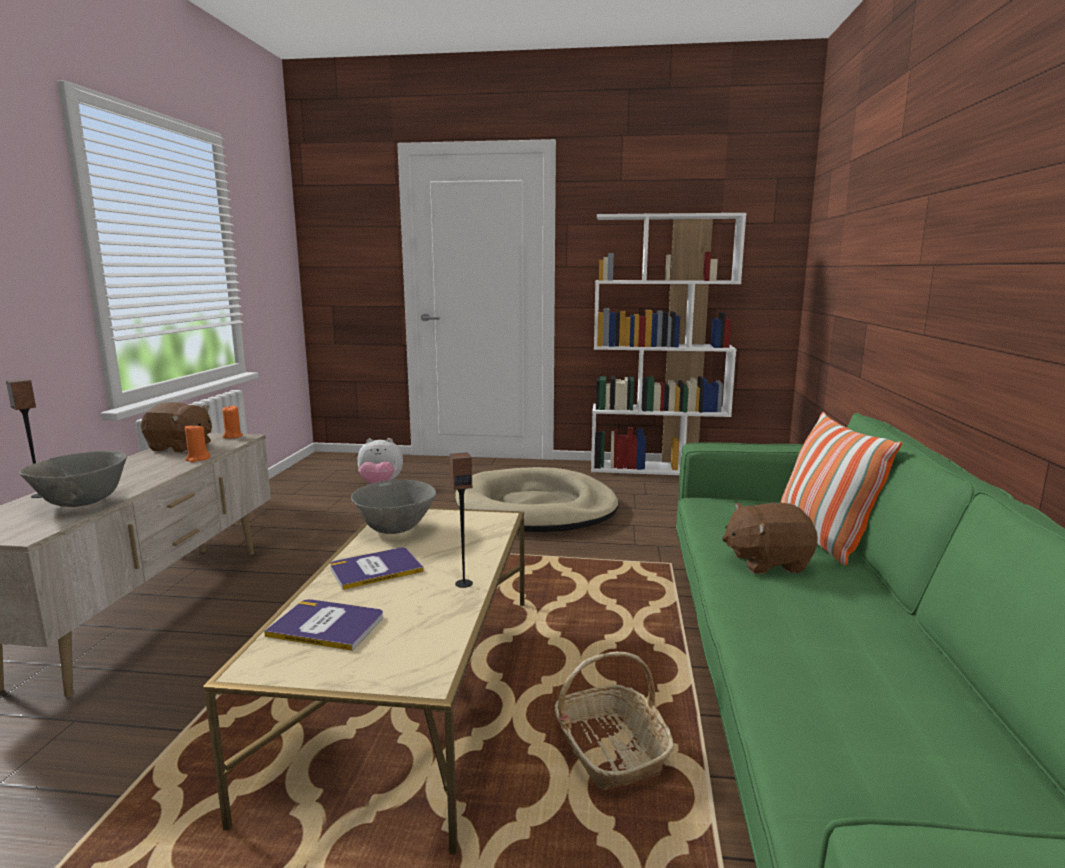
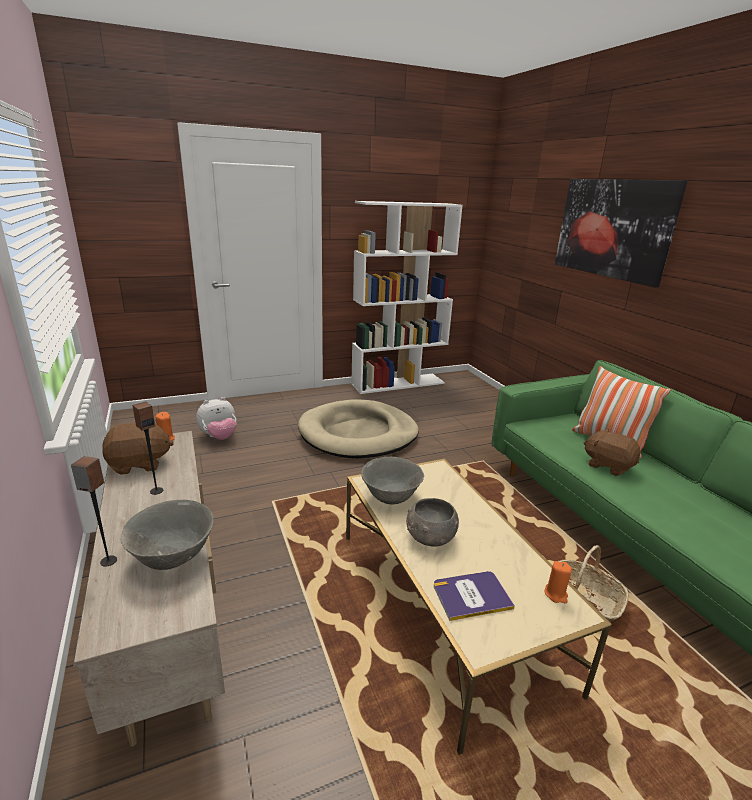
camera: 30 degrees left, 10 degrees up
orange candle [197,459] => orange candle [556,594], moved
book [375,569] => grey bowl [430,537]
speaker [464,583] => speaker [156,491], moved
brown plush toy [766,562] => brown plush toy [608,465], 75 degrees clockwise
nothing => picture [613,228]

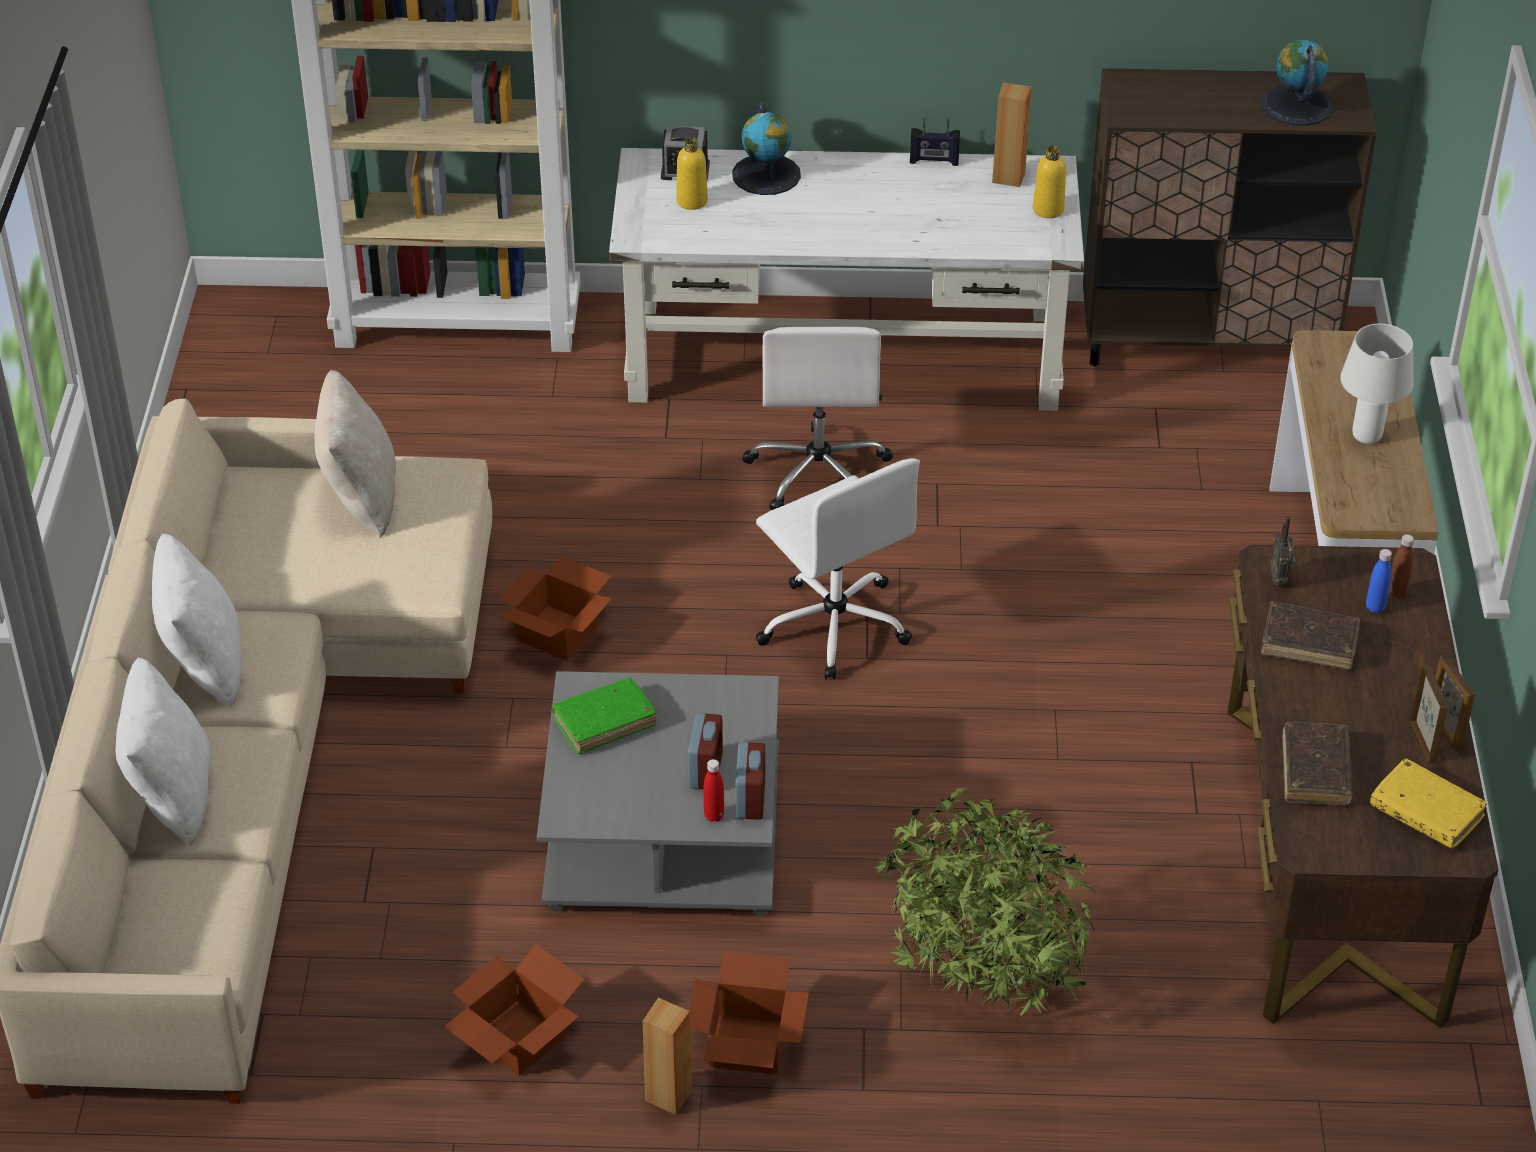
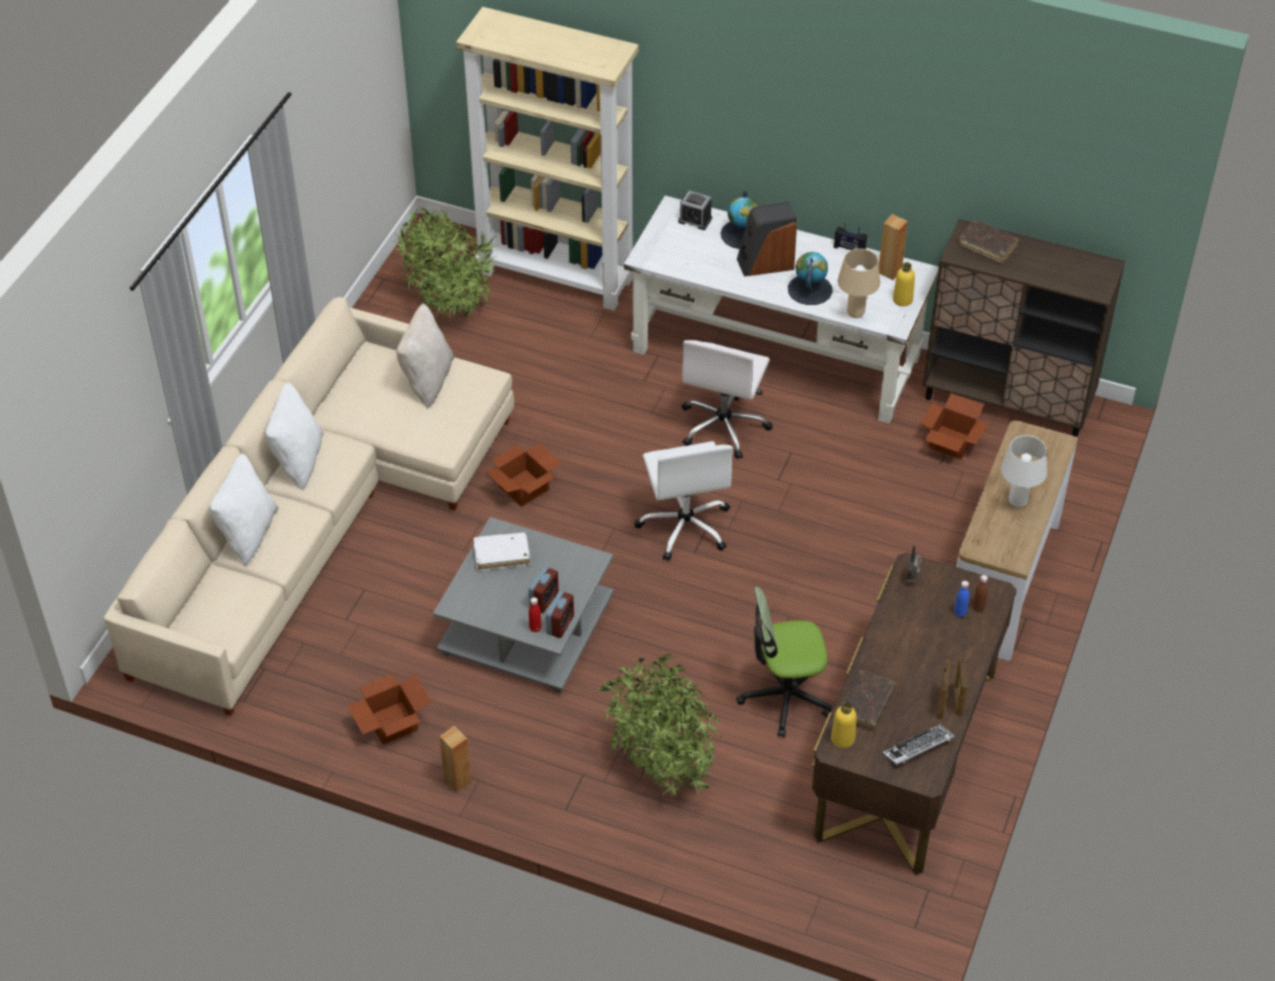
camera: 20 degrees right, 5 degrees up
green book [604,722] => white book [501,555]
yellow bottle [692,201] => yellow bottle [842,739], moved
cardboard box [745,1046] => cardboard box [950,443], moved
globe [1296,105] => globe [809,289], moved
brown book [1309,643] => brown book [987,246], moved
yellow book [1426,812] => keyboard [918,748]
nothing => potted plant [449,308]
nothing => office chair [785,697]
nothing => speaker [765,263]
nothing => beige table lamp [856,313]

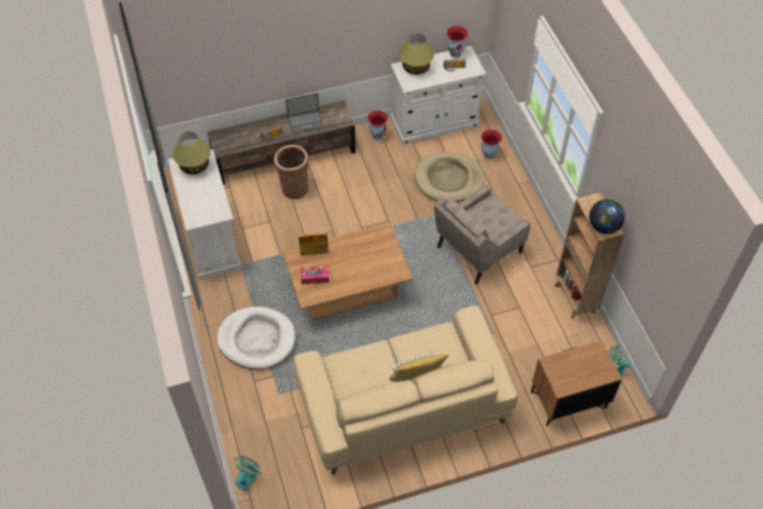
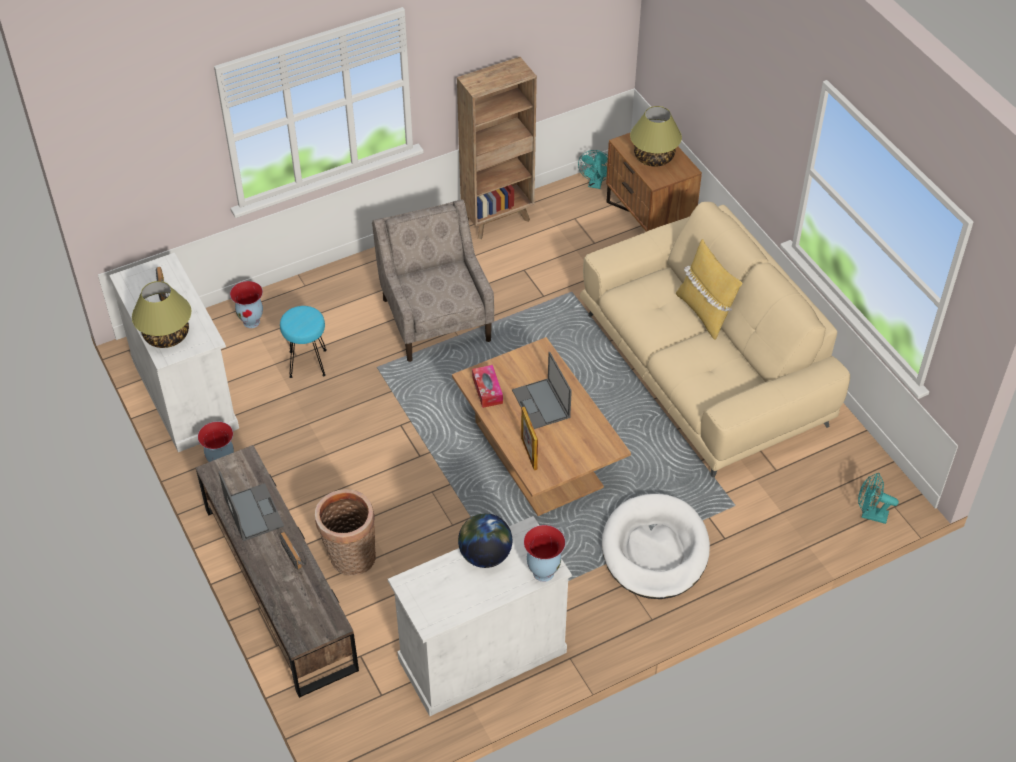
camera: 100 degrees left, 5 degrees down
table lamp [194,166] => table lamp [654,157], moved
tissue box [315,277] => tissue box [487,390], moved
beige dog bed [449,180] => turquoise stool [308,363]
beige armchair [478,250] => beige armchair [436,318], 150 degrees counterclockwise
vase [455,54] => vase [543,572], moved
globe [604,226] => globe [485,555], moved
nothing => laptop [541,404]

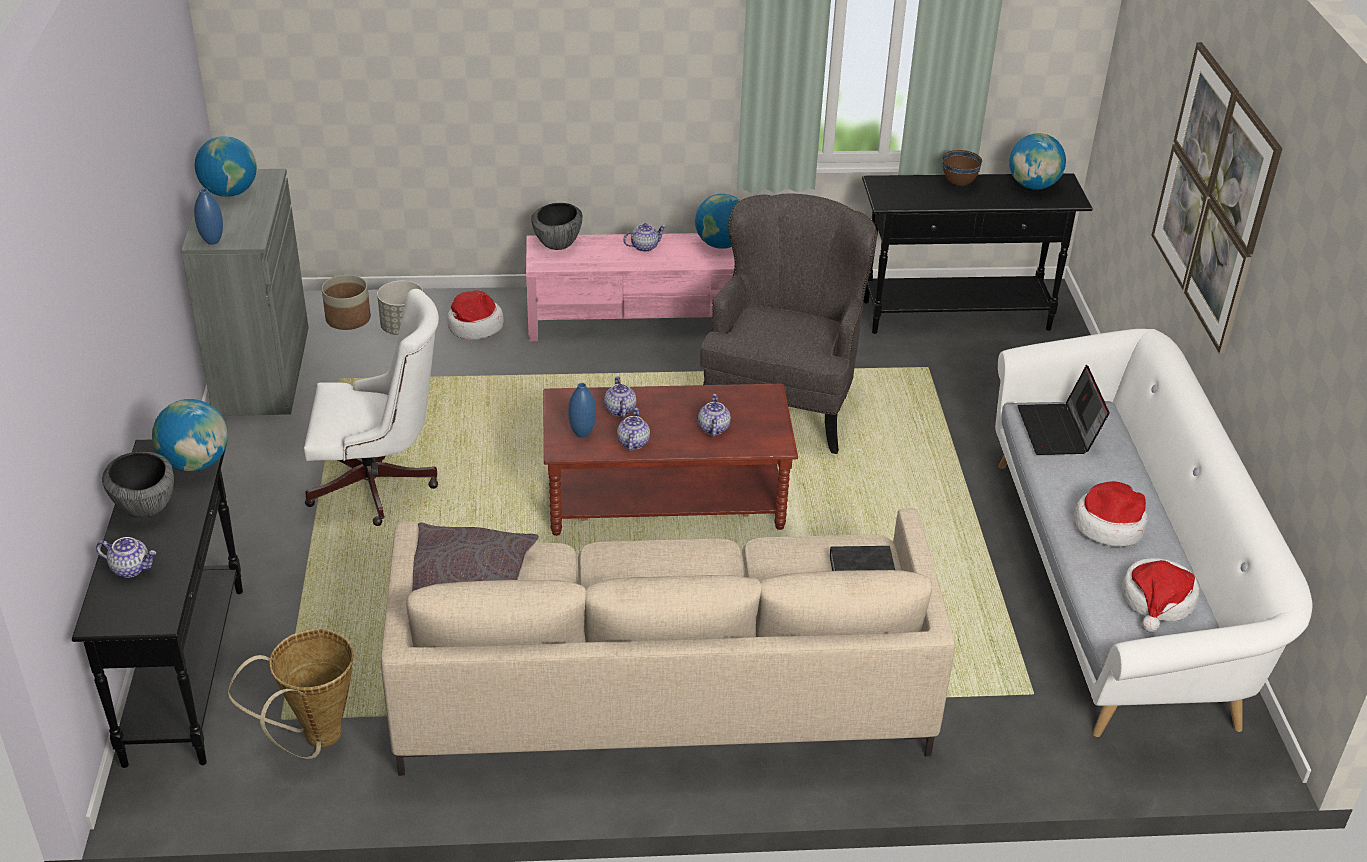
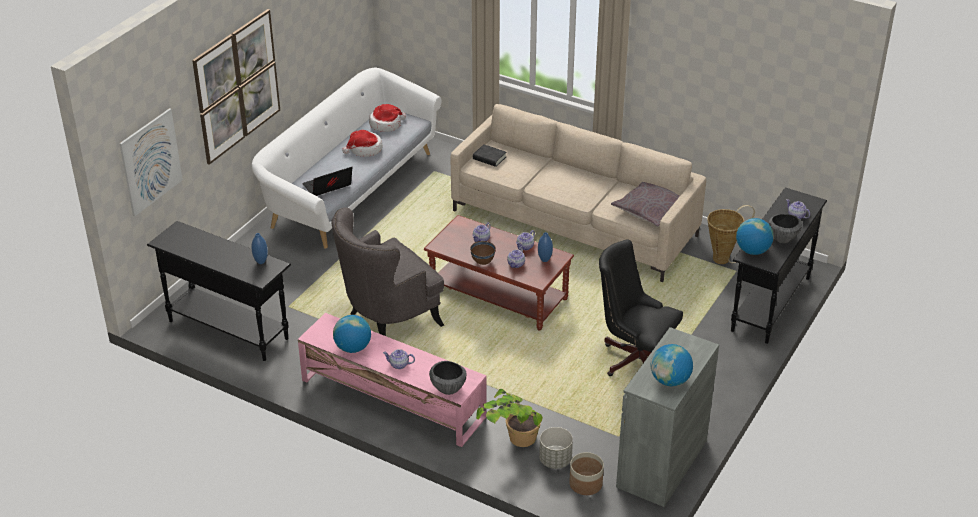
camera: 145 degrees left, 0 degrees up
blue vase [212,241] => blue vase [261,261], moved
white office chair [380,485] => black office chair [634,358]
hat [474,326] => potted plant [510,443]
brown bowl [959,183] => brown bowl [482,262], moved
globe [1033,186] => nothing
laptop [1059,431] => laptop [327,187], 150 degrees counterclockwise
nothing => picture [151,162]

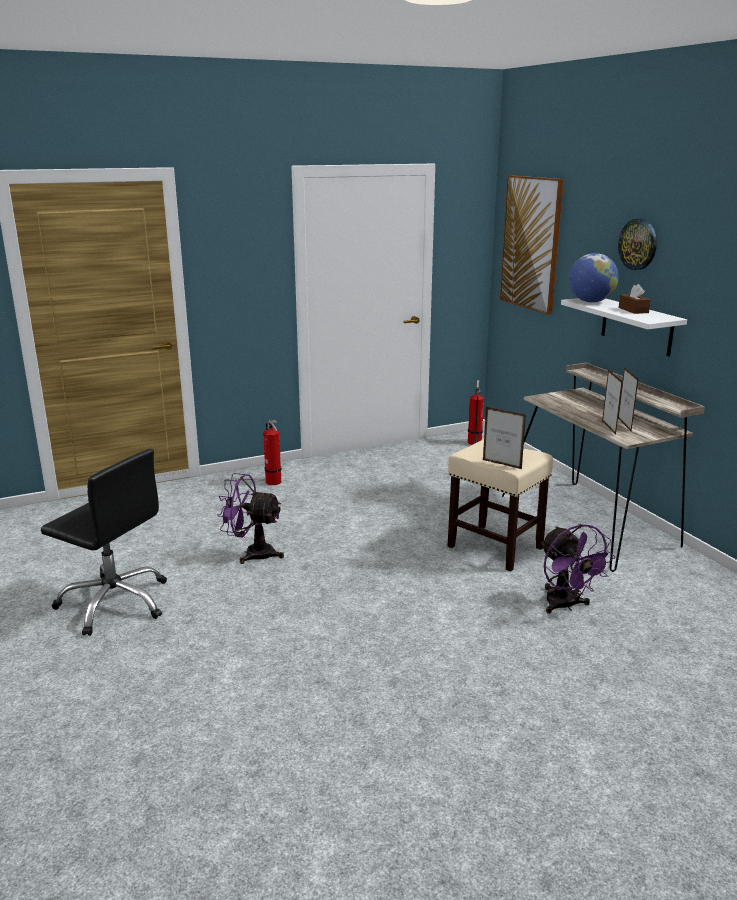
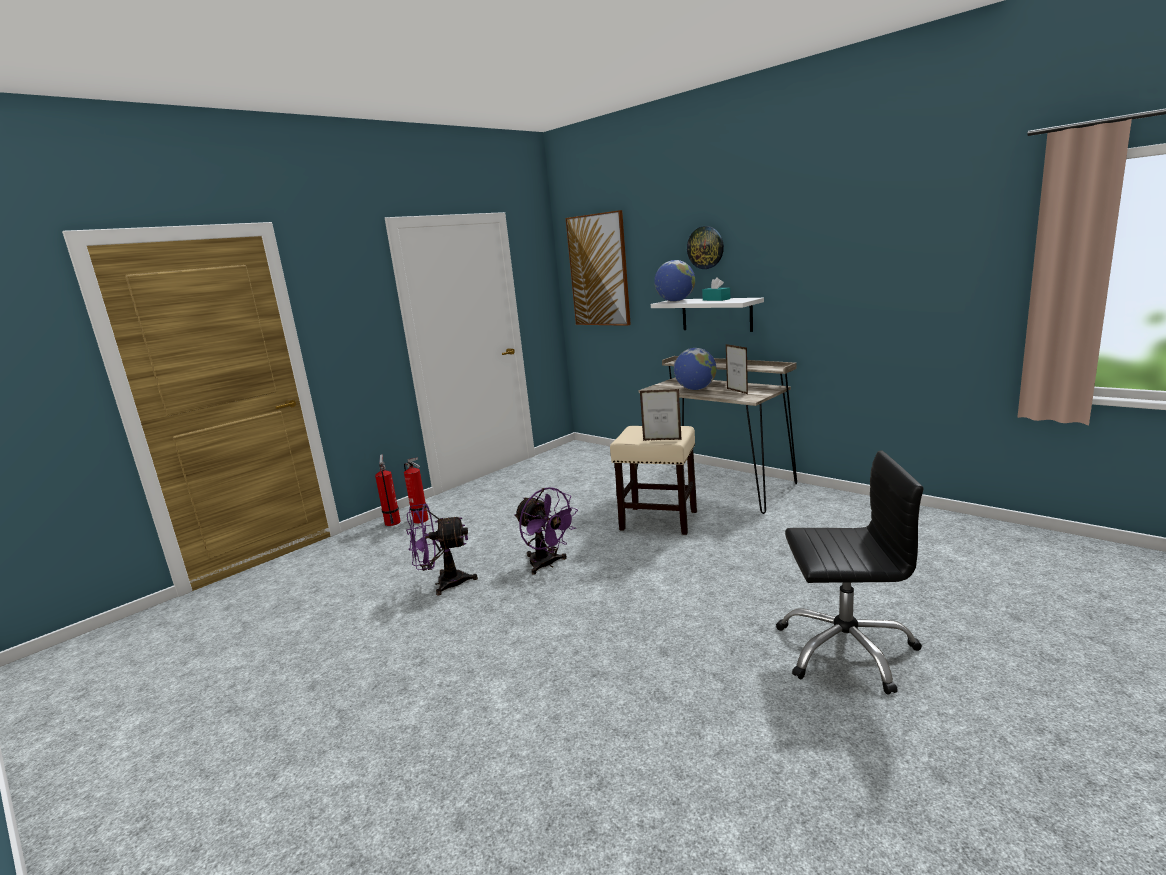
camera: 20 degrees left, 5 degrees down
black office chair [115,602] => black office chair [845,649], moved
fire extinguisher [474,442] => fire extinguisher [392,521], moved
purple fan [565,606] => purple fan [547,565], moved
picture frame [608,427] => nothing
brown tissue box [633,310] => turquoise tissue box [716,299]
nothing => globe [695,389]

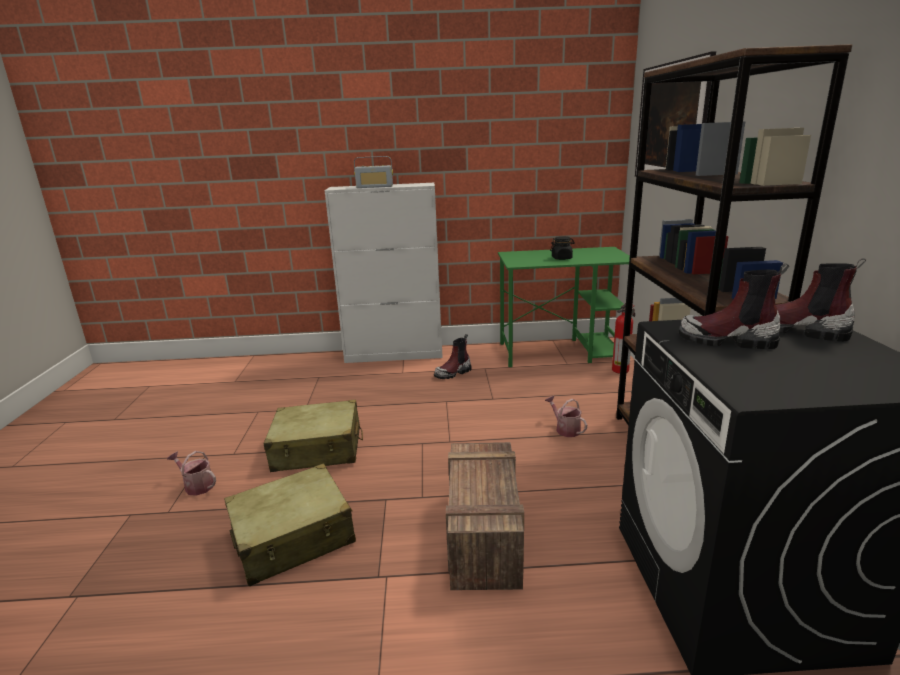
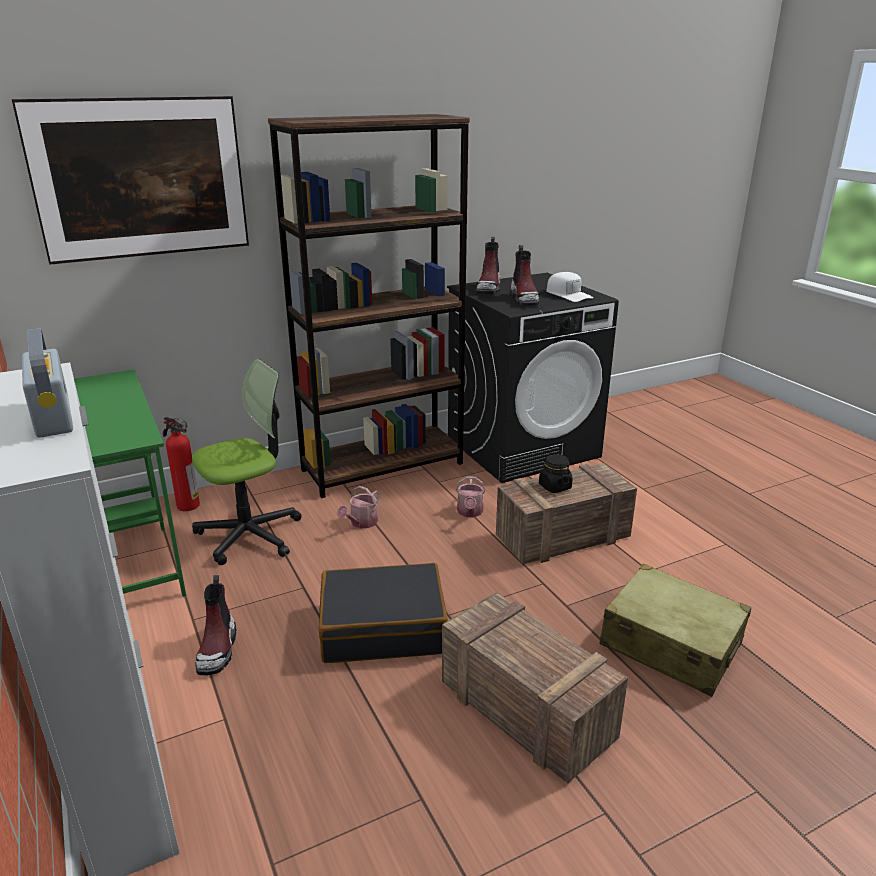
camera: 115 degrees left, 5 degrees up
watering can [196,486] => watering can [470,512], moved
beige suitcase [317,449] => crate [524,709]
boot [453,373] => boot [217,649], 60 degrees clockwise
black jar [562,258] => black jar [554,486], moved
nothing => office chair [249,535]
nothing => black suitcase [383,627]
nothing => white cap [568,295]

